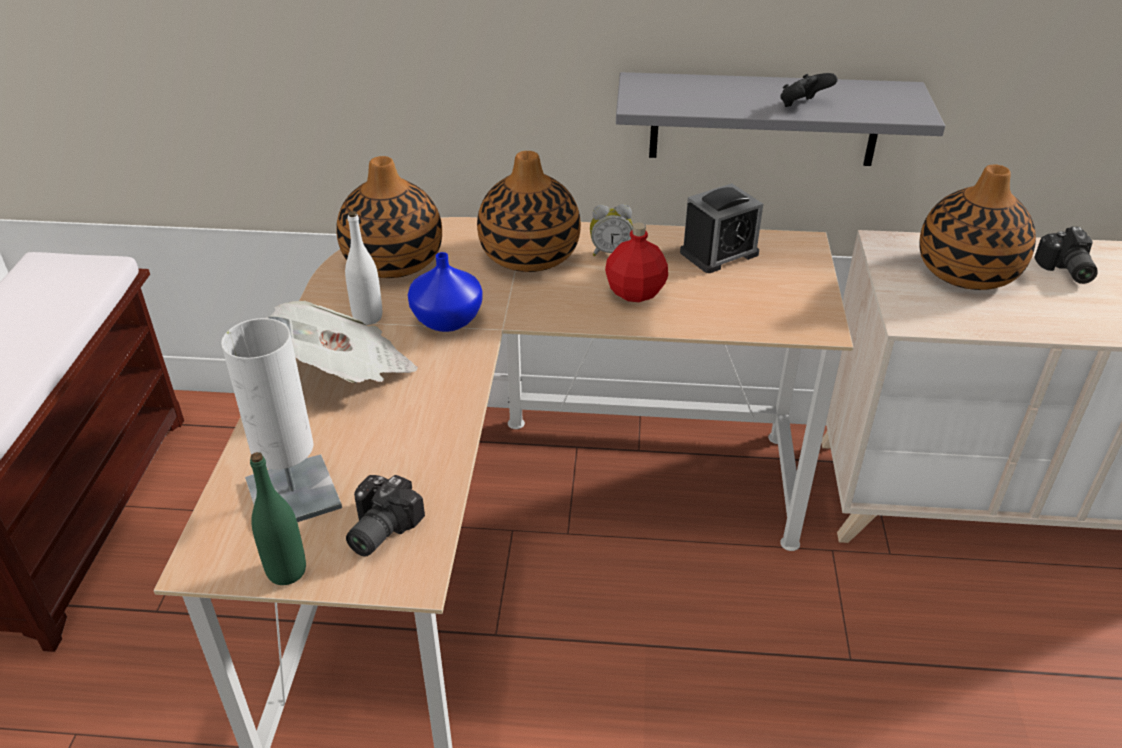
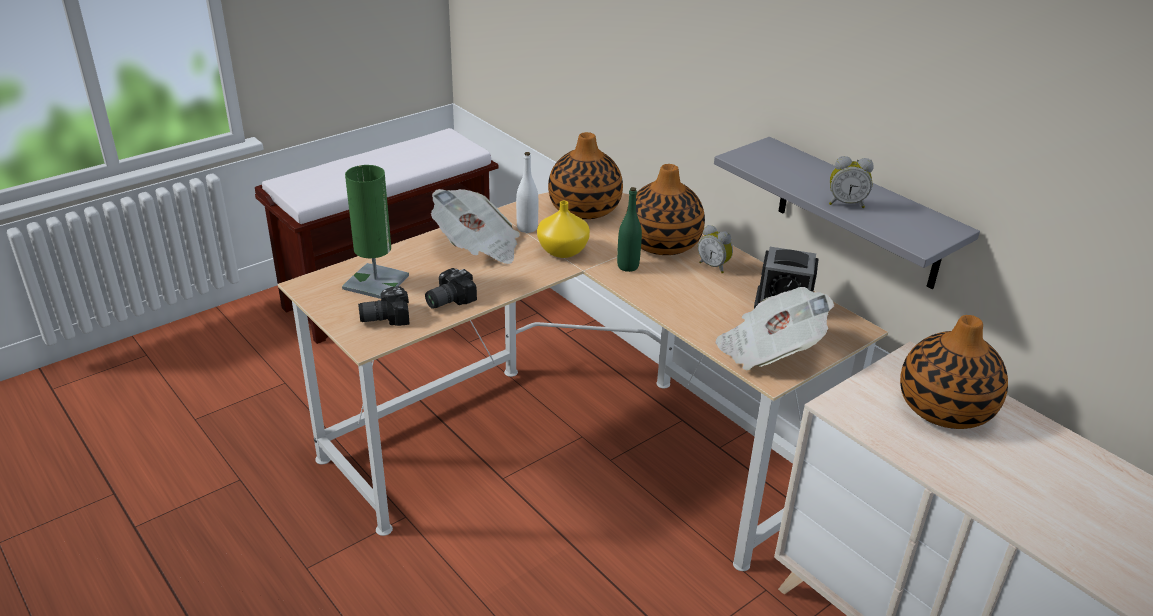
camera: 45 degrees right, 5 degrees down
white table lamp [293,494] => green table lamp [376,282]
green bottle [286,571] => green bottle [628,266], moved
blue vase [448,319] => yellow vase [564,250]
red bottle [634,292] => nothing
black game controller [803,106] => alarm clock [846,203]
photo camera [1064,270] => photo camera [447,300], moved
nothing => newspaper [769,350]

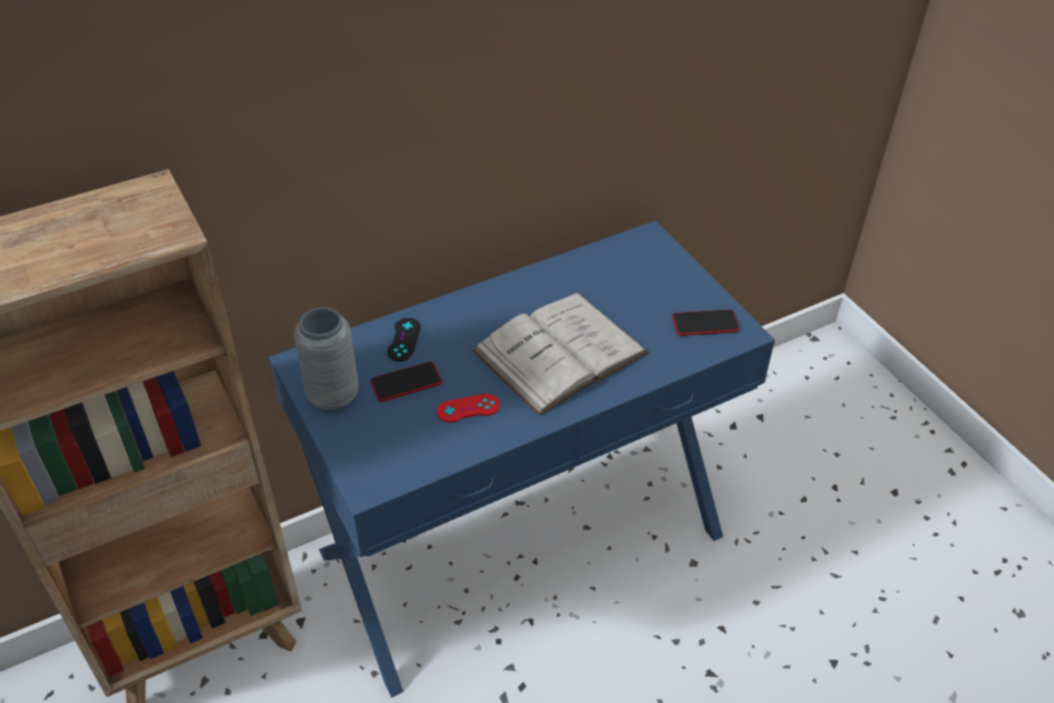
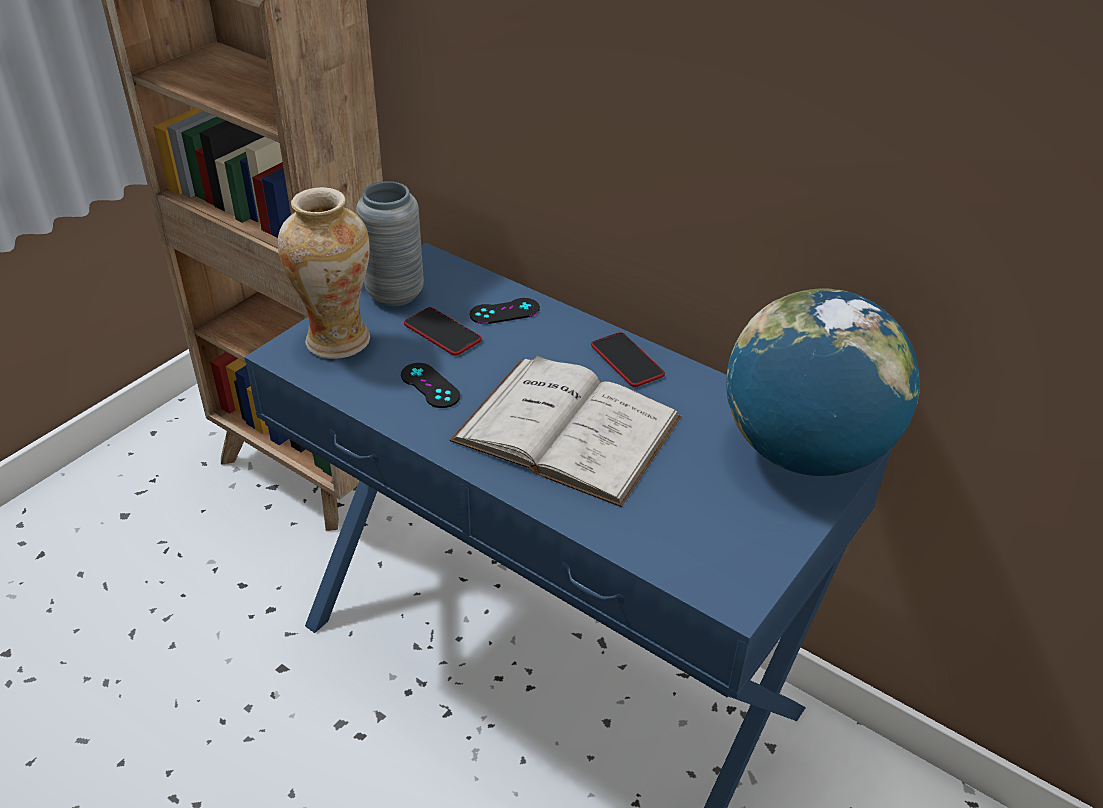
camera: 65 degrees right, 5 degrees down
red game controller [468,408] => black game controller [430,386]
phone [705,324] => phone [627,361], moved
nothing => vase [337,340]
nothing => globe [804,451]

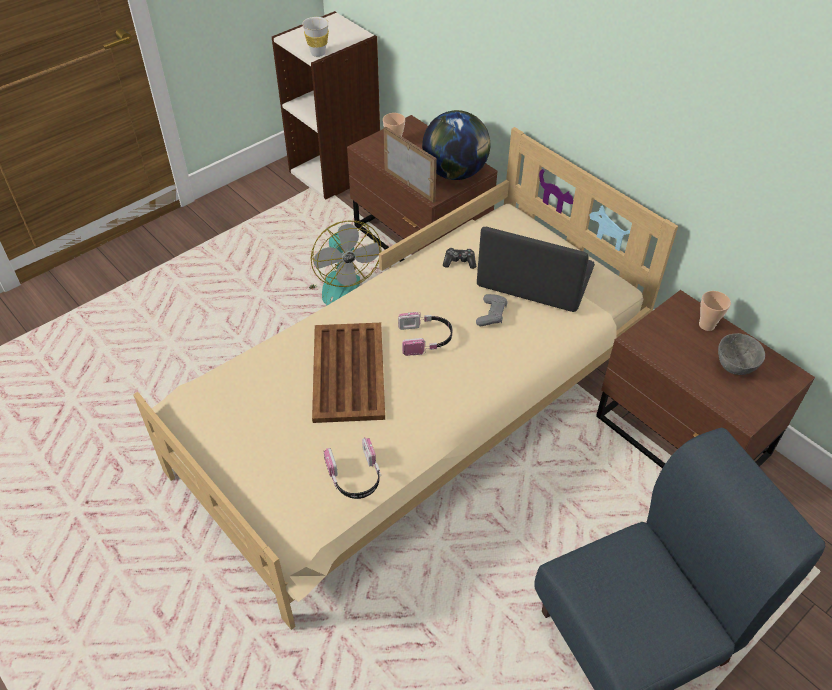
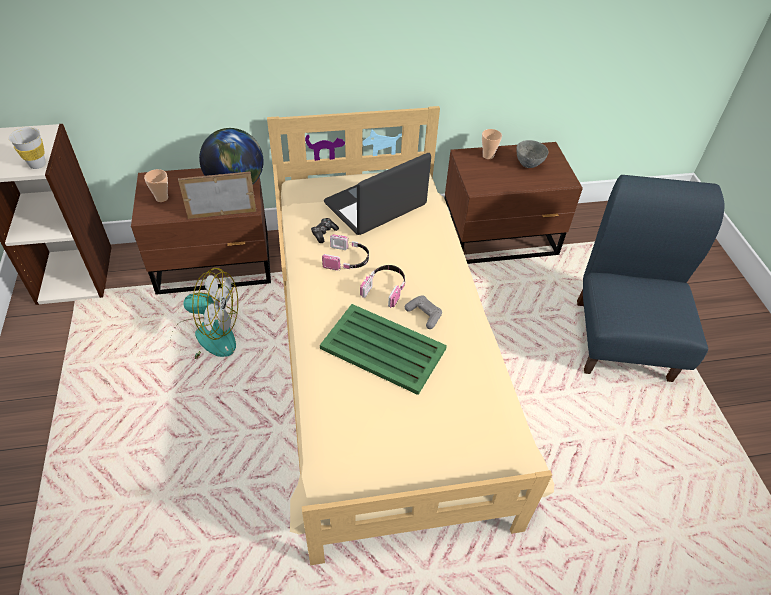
camera: 60 degrees left, 0 degrees up
brown tray [348,373] => green tray [384,349]
headphones [355,477] => headphones [347,260], moved
grey game controller [491,314] => grey game controller [424,315], moved

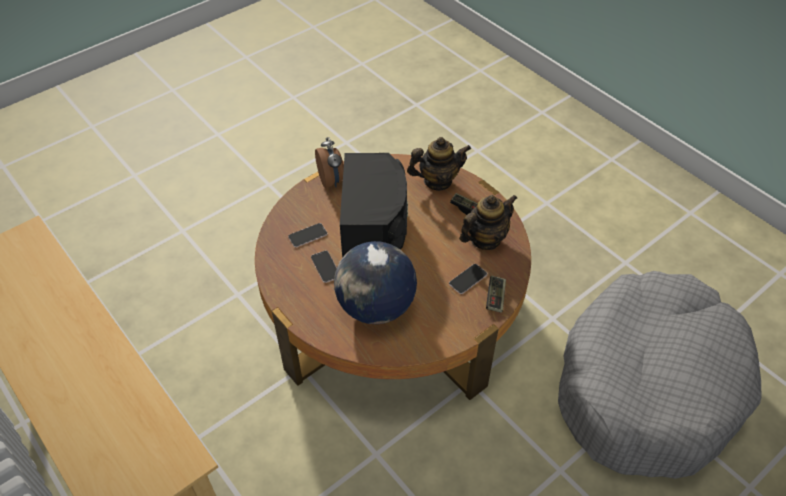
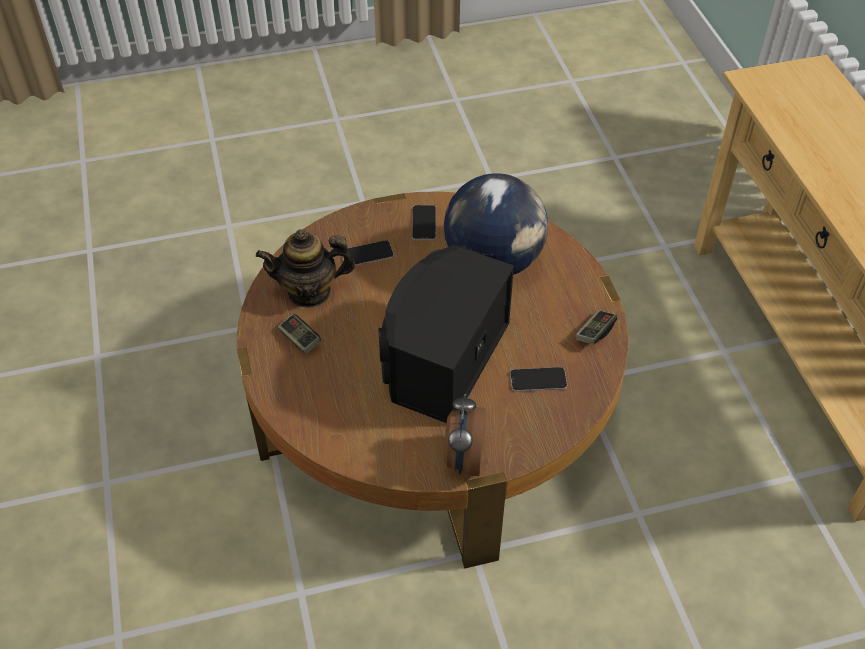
camera: 155 degrees left, 0 degrees up
phone [325,267] => phone [424,223], moved
teapot [437,181] => nothing
game controller [495,298] => game controller [595,332], moved
grey dog bed [647,385] => nothing

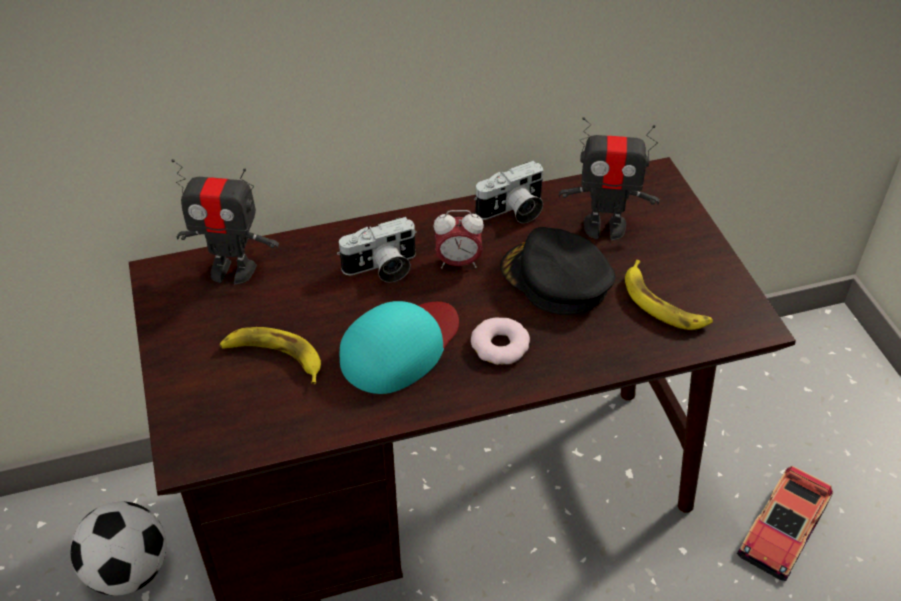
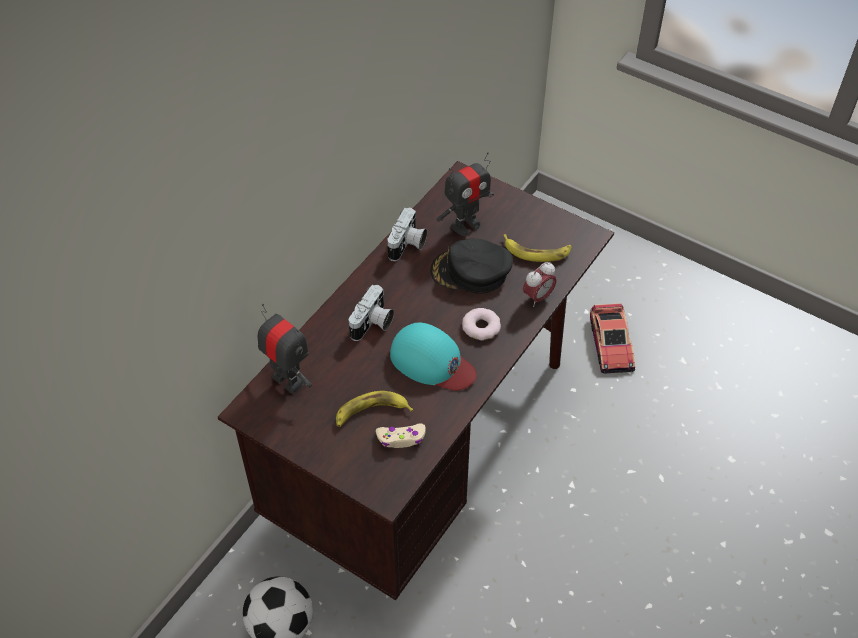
camera: 40 degrees left, 5 degrees up
toy robot [232,270] => toy robot [288,380], 105 degrees counterclockwise
turquoise cap [400,347] => turquoise cap [432,362], 120 degrees clockwise
alarm clock [458,262] => alarm clock [538,297], moved
nothing => beige game controller [401,438]

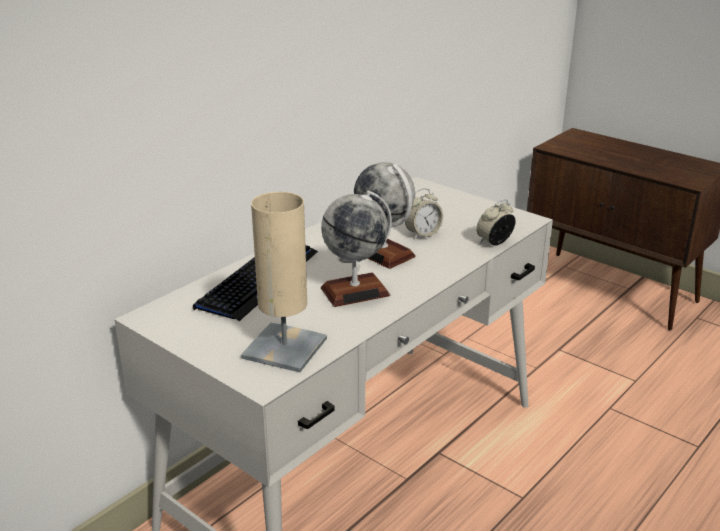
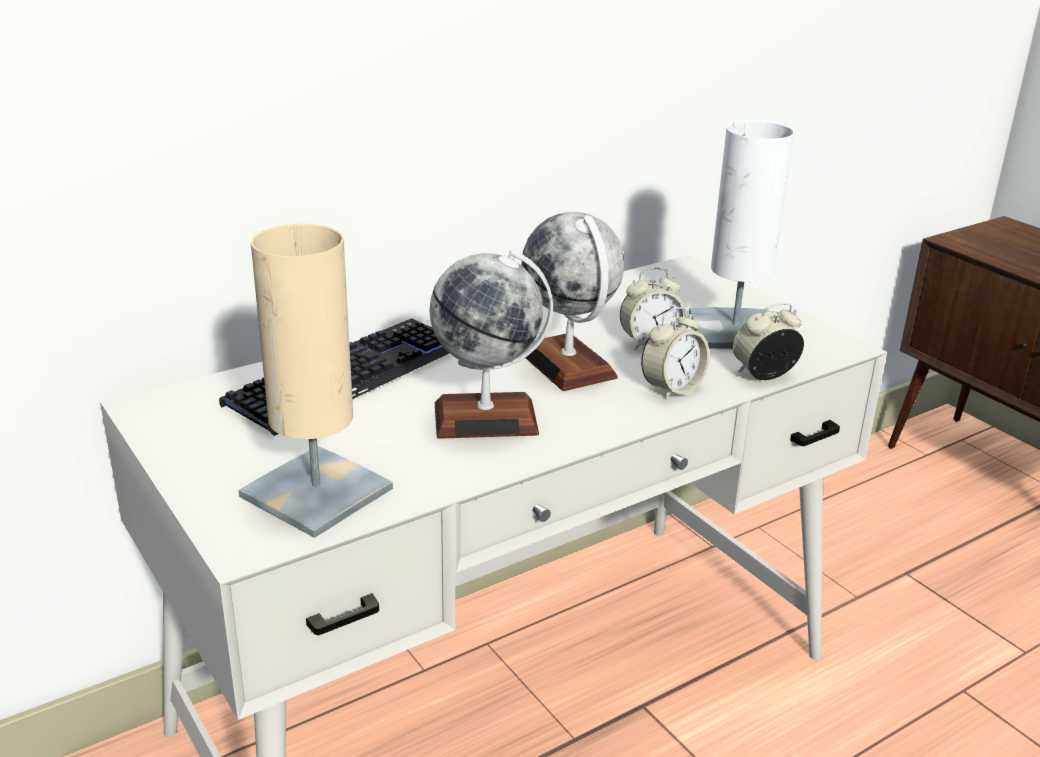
camera: 15 degrees right, 0 degrees up
nothing => alarm clock [672,389]
nothing => white table lamp [734,331]

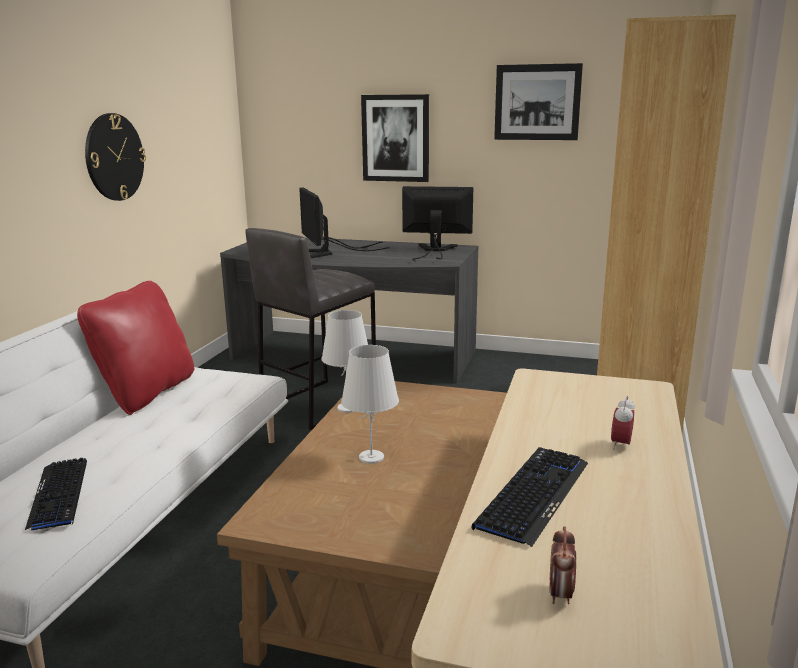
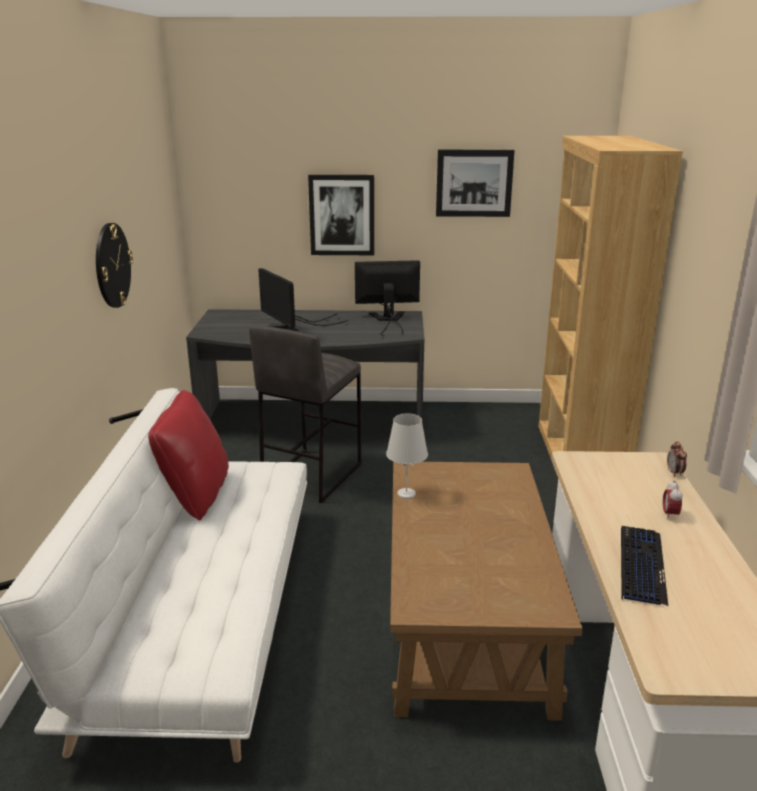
camera: 15 degrees left, 5 degrees up
keyboard [59,494] => nothing
white table lamp [371,457] => nothing
alarm clock [560,595] => alarm clock [674,473], moved

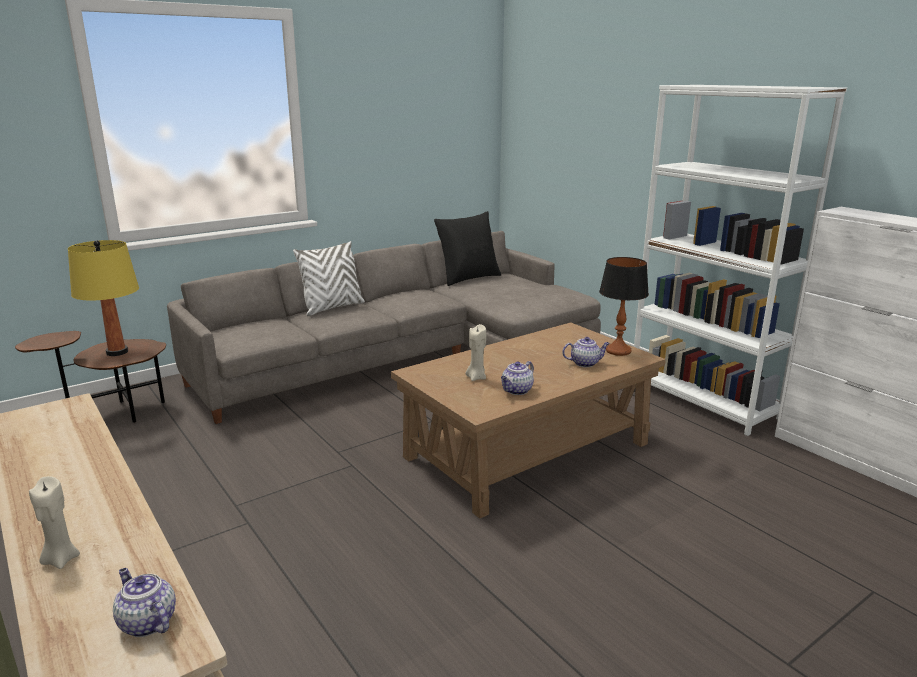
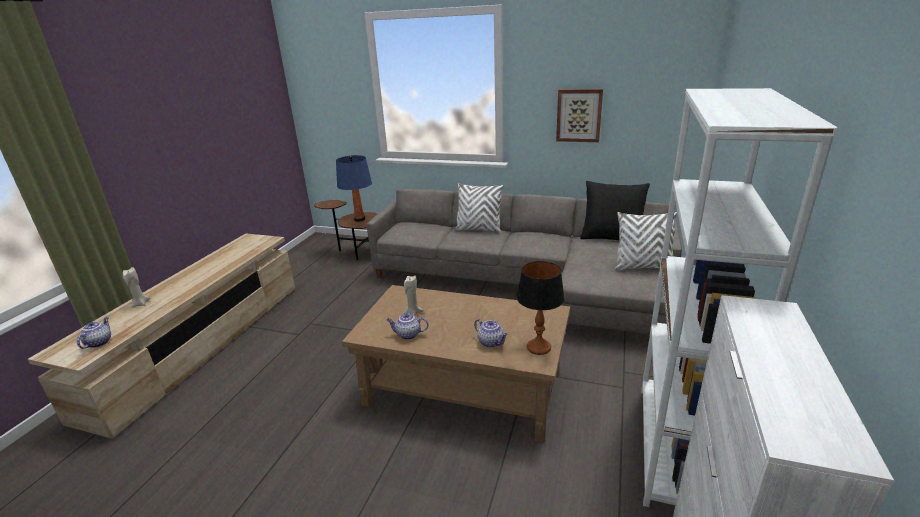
camera: 55 degrees right, 5 degrees up
yellow table lamp [117,352] => blue table lamp [359,219]
nothing => picture [579,115]
nothing => white pillow [642,267]

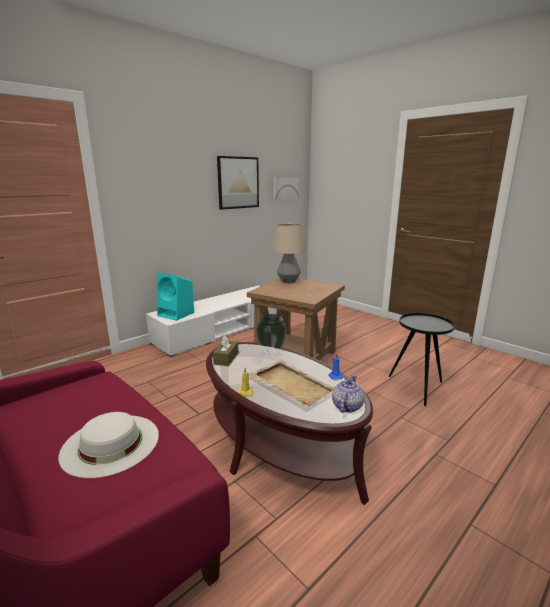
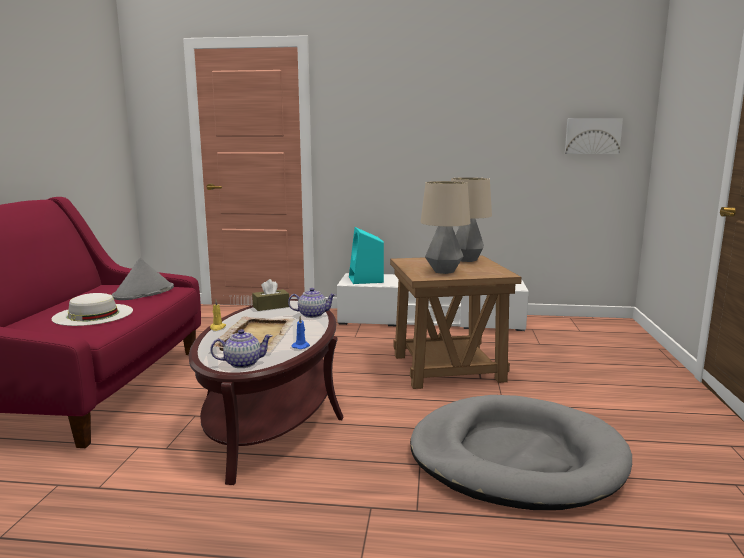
camera: 50 degrees right, 5 degrees down
picture [238,182] => nothing
vase [270,352] => teapot [312,315]
black side table [417,388] => grey dog bed [515,458]
nothing => grey hat [143,292]
nothing => table lamp [443,271]

